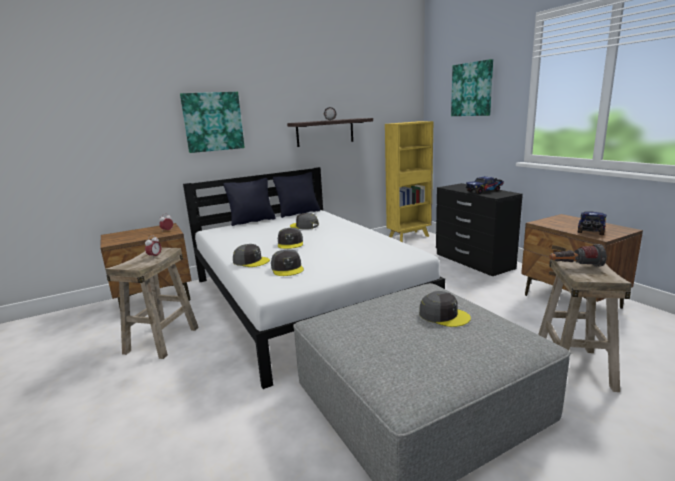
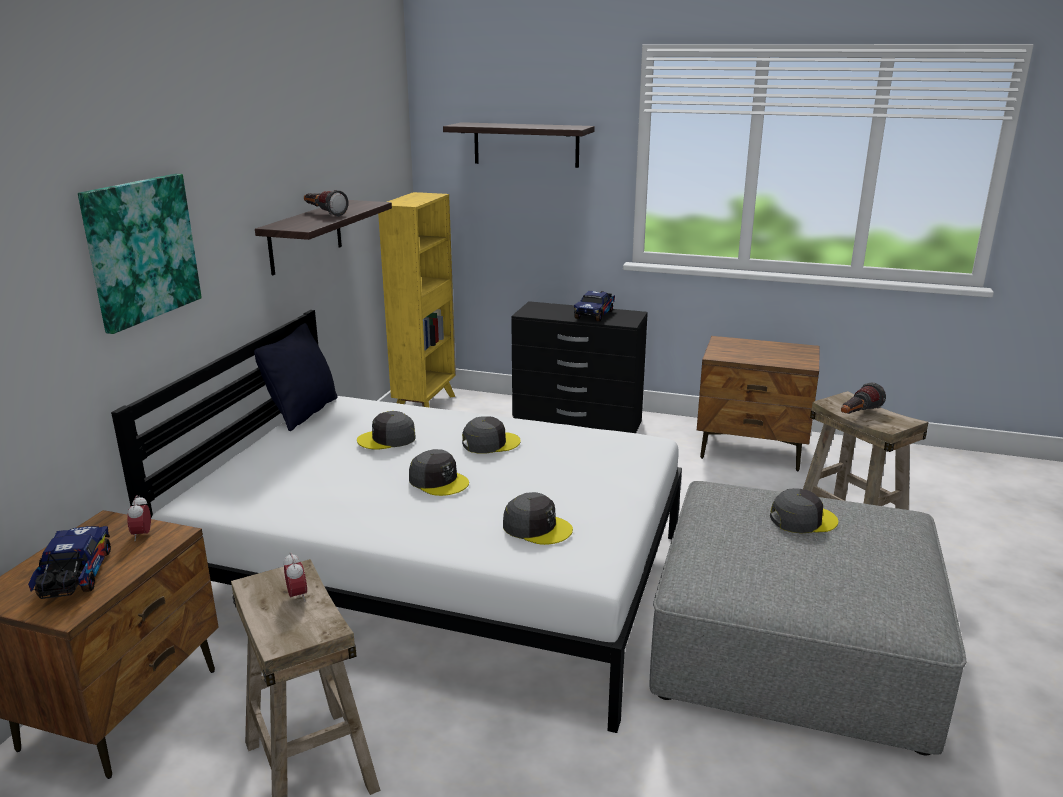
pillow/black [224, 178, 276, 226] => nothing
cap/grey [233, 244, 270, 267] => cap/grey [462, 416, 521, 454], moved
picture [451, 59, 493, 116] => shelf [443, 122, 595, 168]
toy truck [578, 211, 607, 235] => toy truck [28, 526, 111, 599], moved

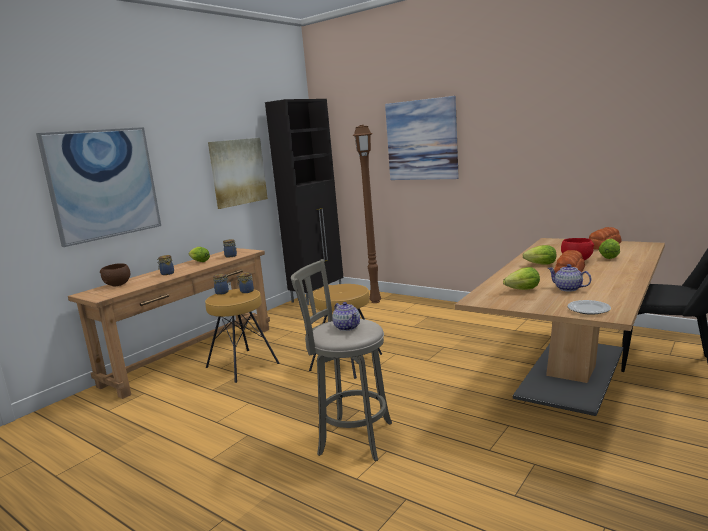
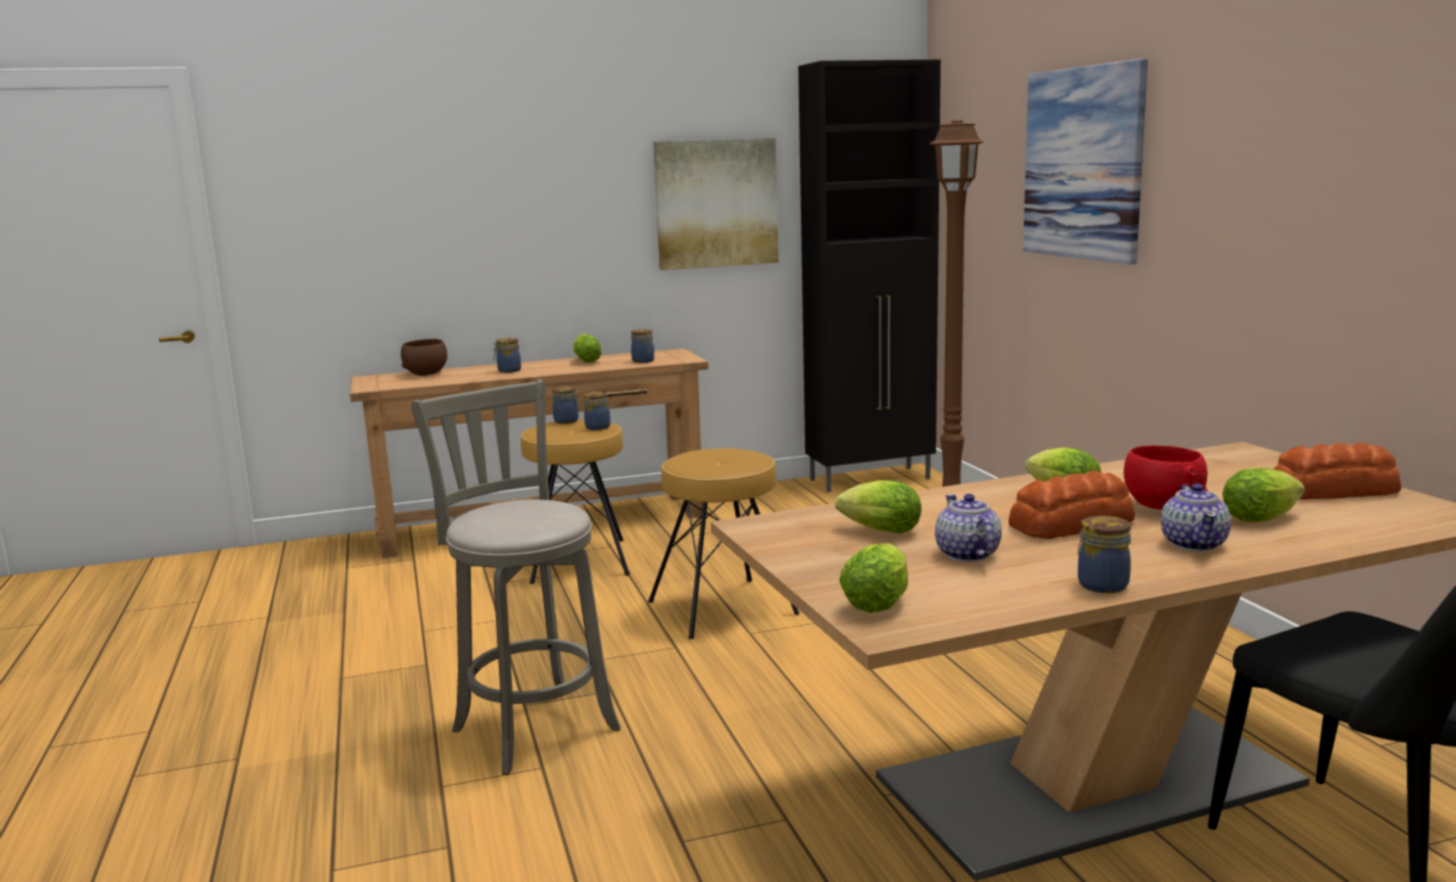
picture [36, 127, 161, 247] => nothing
teapot [332, 302, 360, 331] => teapot [1161, 484, 1231, 551], moved
plate [567, 300, 611, 315] => lettuce [839, 543, 908, 613]
nothing => jar [1078, 516, 1131, 593]

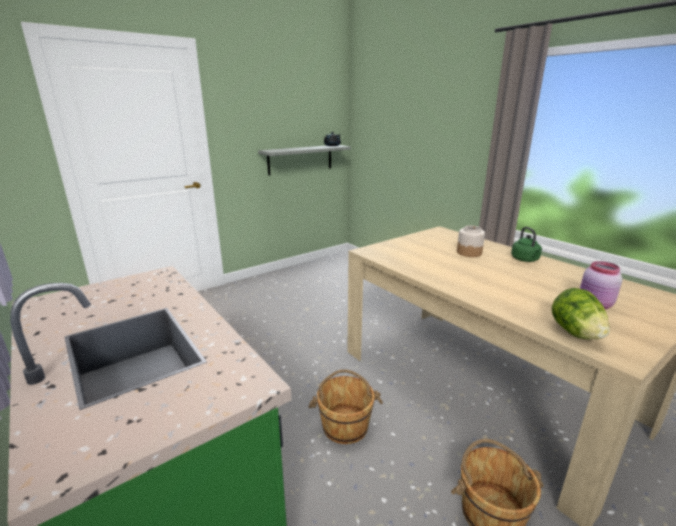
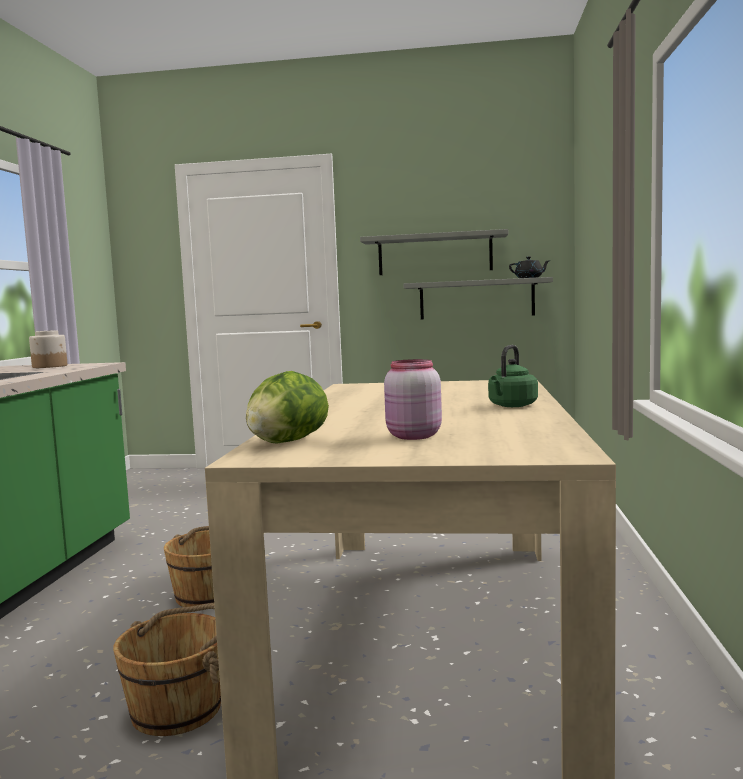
jar [457, 225, 485, 257] => jar [29, 330, 67, 368], moved
nothing => shelf/grey [360, 229, 508, 275]

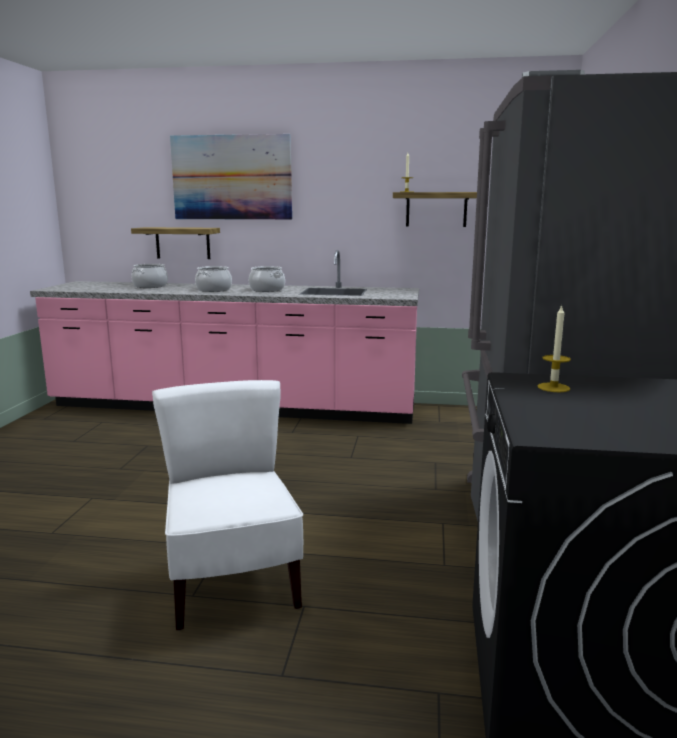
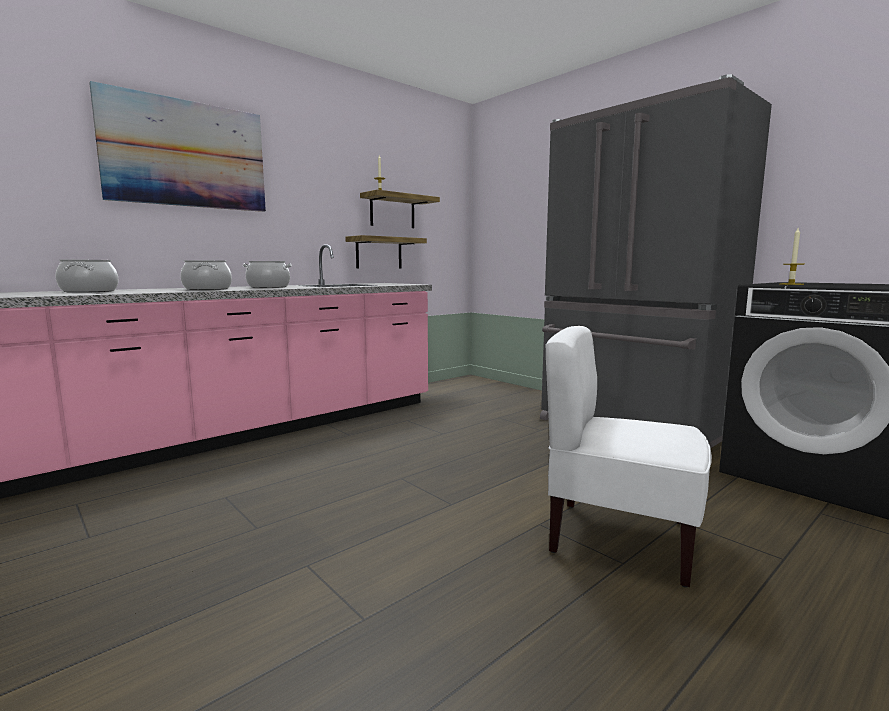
shelf [131, 227, 220, 259] => shelf [345, 235, 427, 268], moved

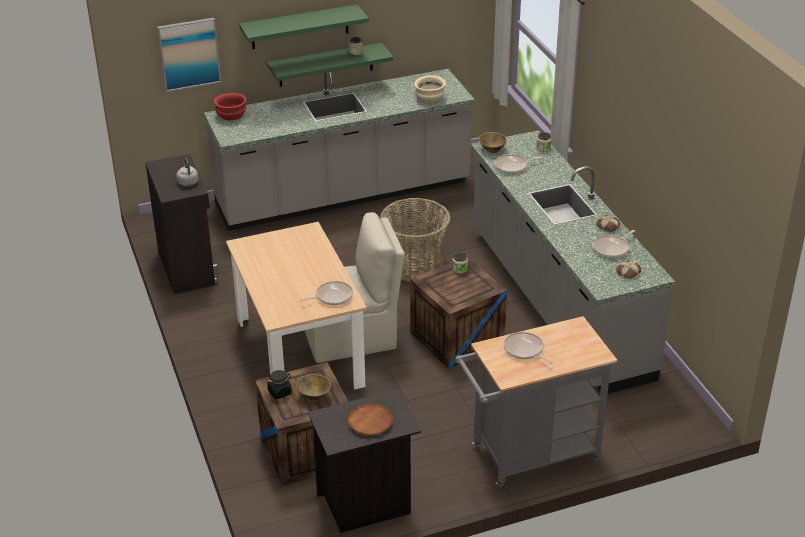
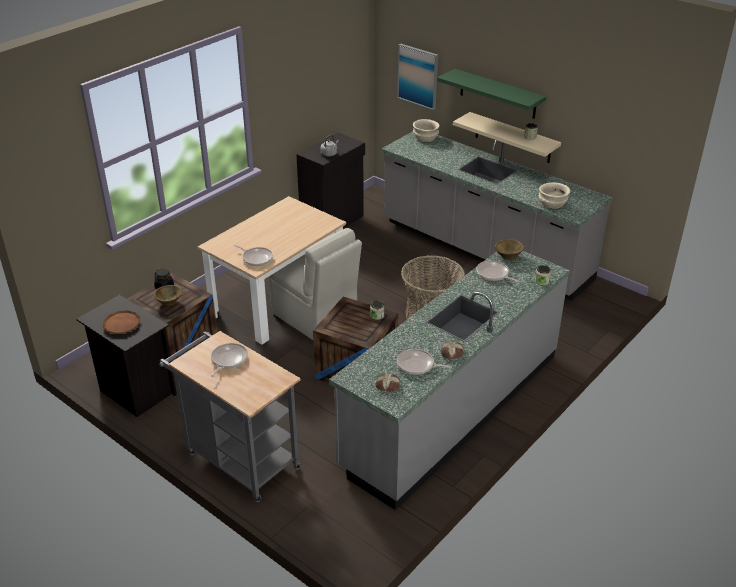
bowl/red [214, 93, 247, 120] => bowl/beige [413, 119, 440, 142]
shelf/green [267, 43, 393, 87] => shelf/beige [453, 112, 561, 163]

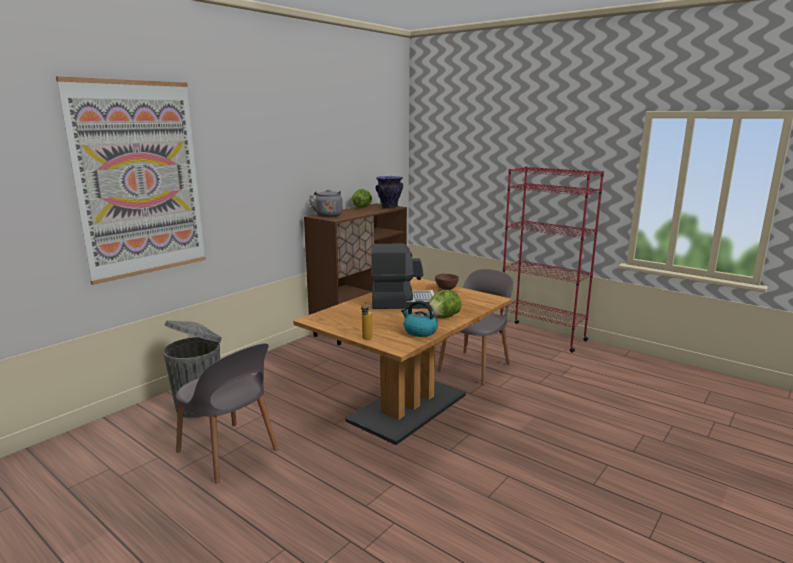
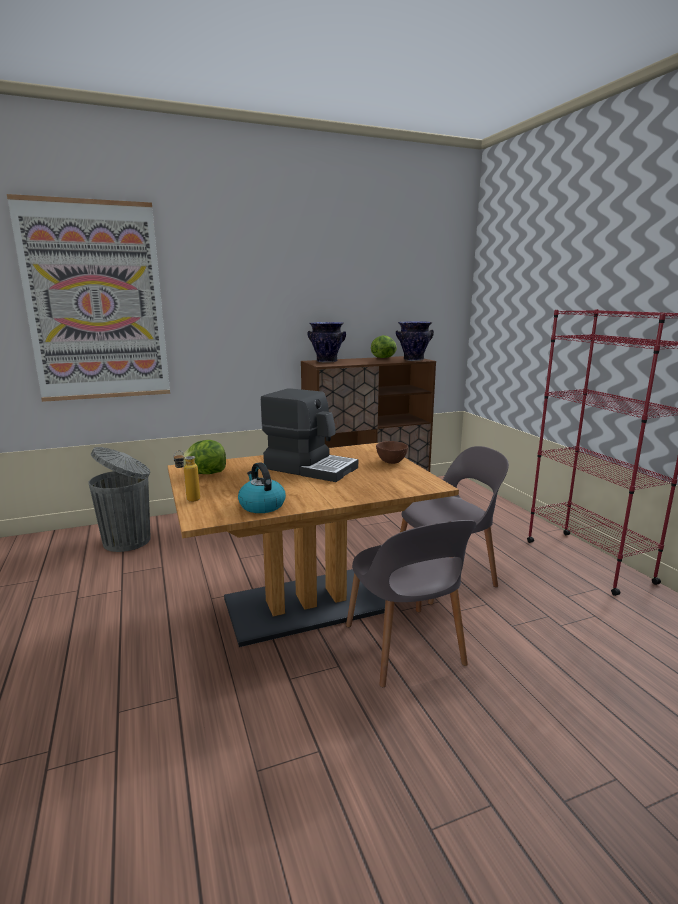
chair/grey [175, 343, 279, 483] => chair/grey [346, 520, 476, 687], moved
kettle/grey [309, 189, 343, 217] => vase [308, 322, 346, 363]
lettuce [428, 290, 462, 318] => lettuce [182, 440, 226, 474], moved

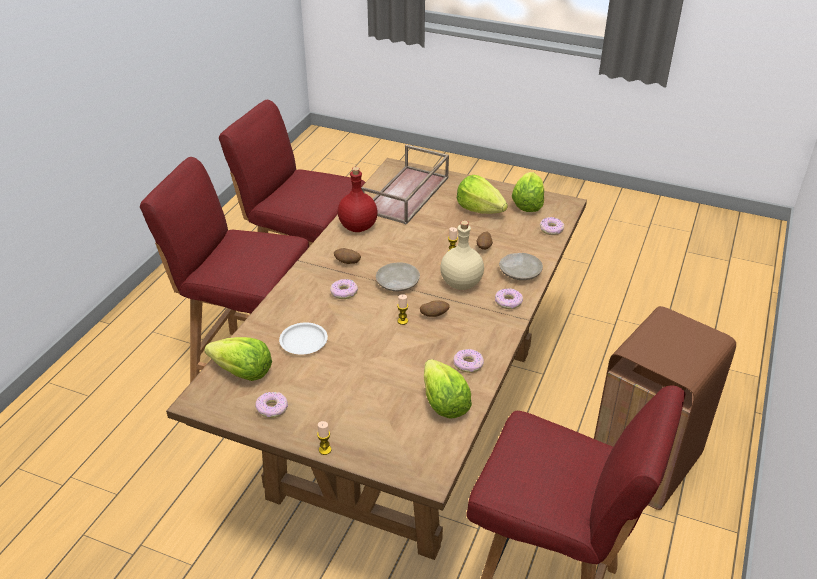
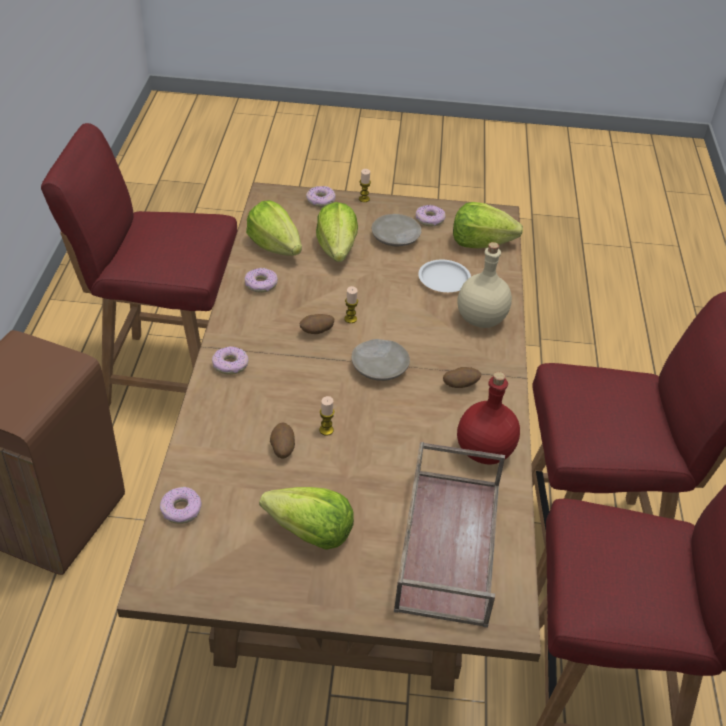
donut [330, 279, 358, 299] => donut [306, 186, 336, 207], moved
bottle/beige [440, 220, 484, 290] => bottle/beige [458, 242, 512, 328], moved
plate/beige [499, 253, 543, 280] => plate/beige [372, 214, 421, 247], moved
lettuce [512, 172, 544, 212] => lettuce [316, 202, 358, 262], moved

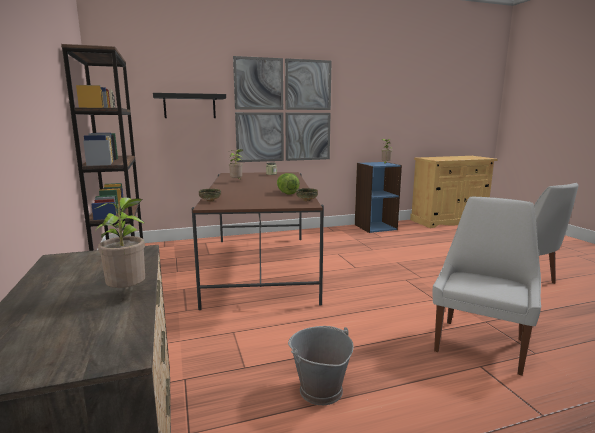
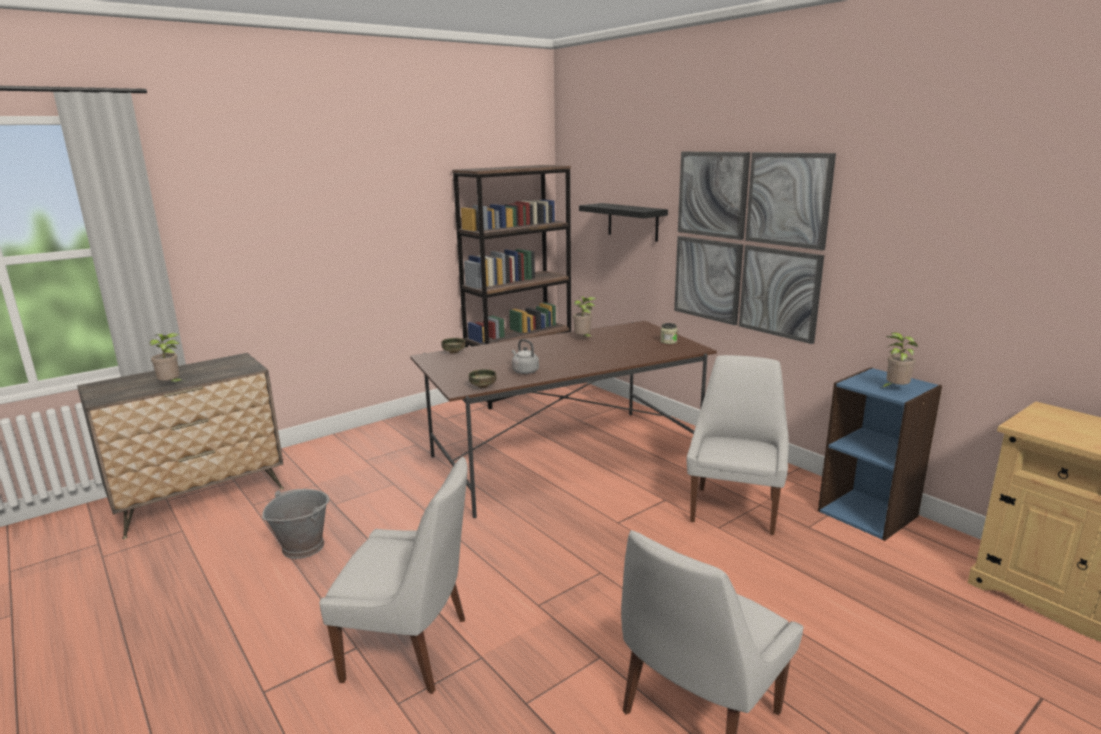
lettuce [277, 173, 300, 194] => kettle/grey [512, 339, 539, 374]
nothing => chair/white [687, 355, 789, 535]

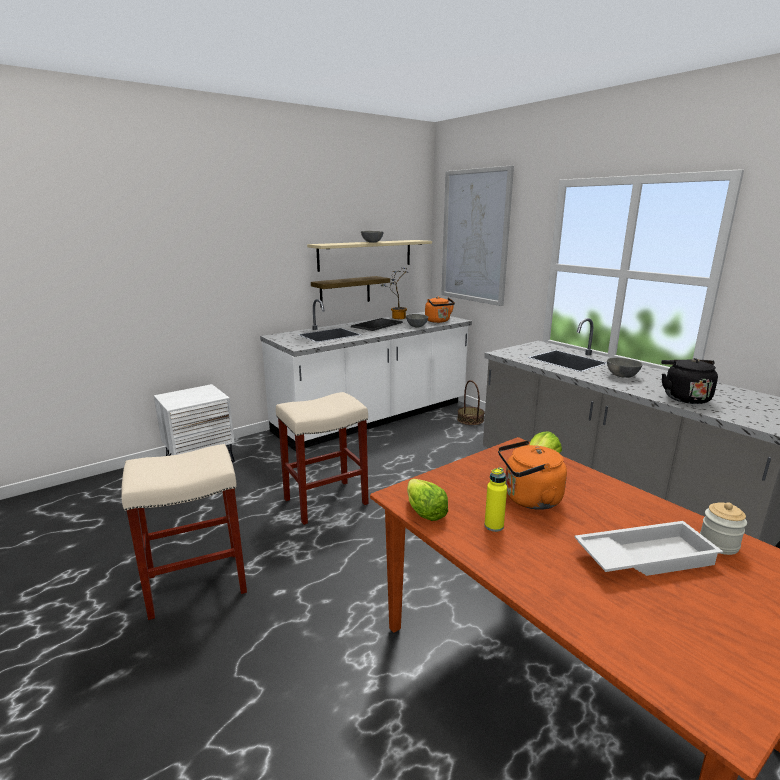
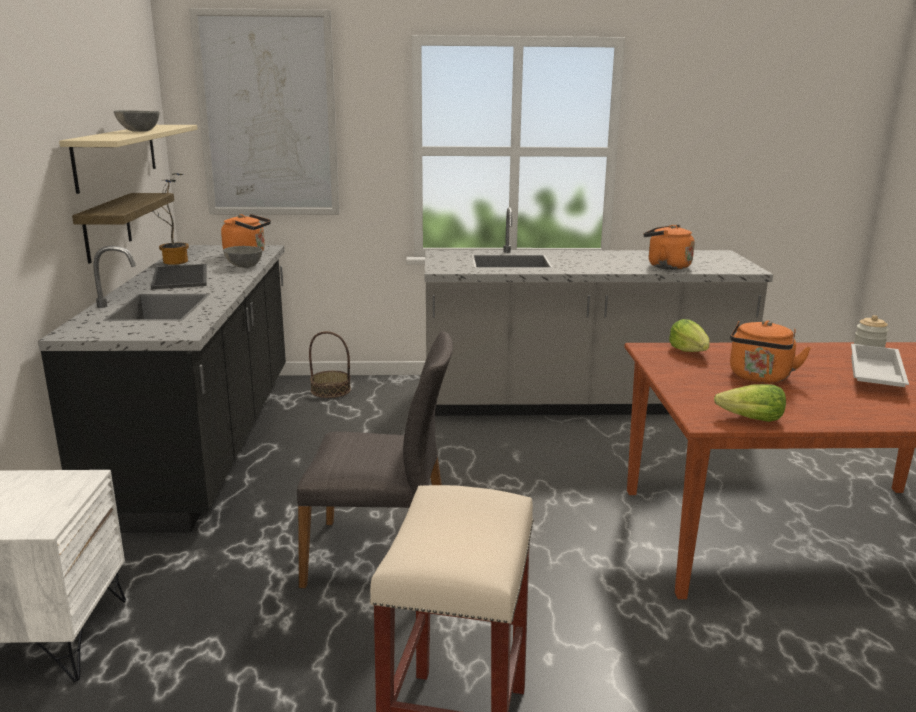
counter/white [260, 299, 472, 451] => counter/black [38, 245, 286, 533]
stool/beige [276, 392, 369, 525] => chair/grey [297, 331, 453, 588]
bottle/yellow [484, 468, 507, 532] => nothing
bowl/grey [607, 358, 643, 378] => nothing
kettle/black [661, 358, 718, 404] => kettle/orange [643, 225, 695, 270]

